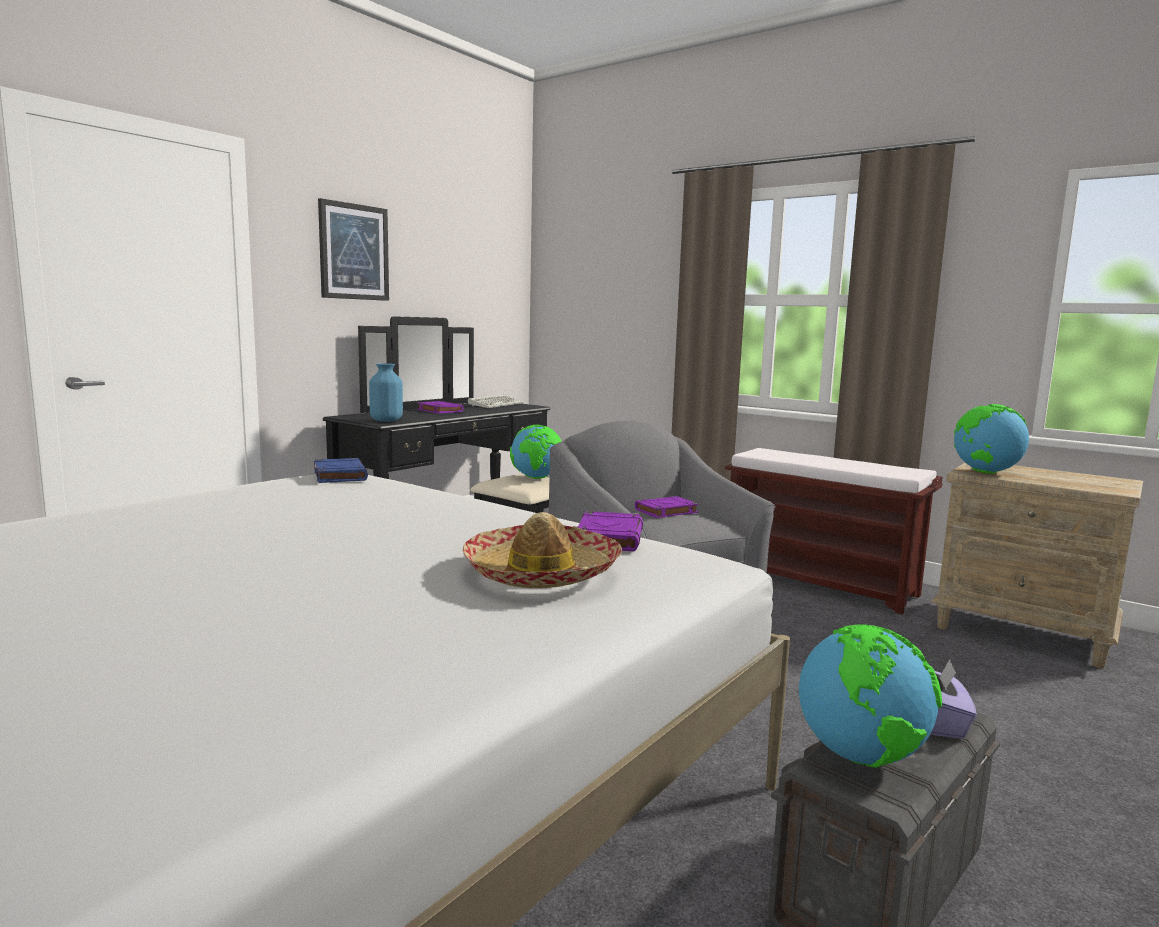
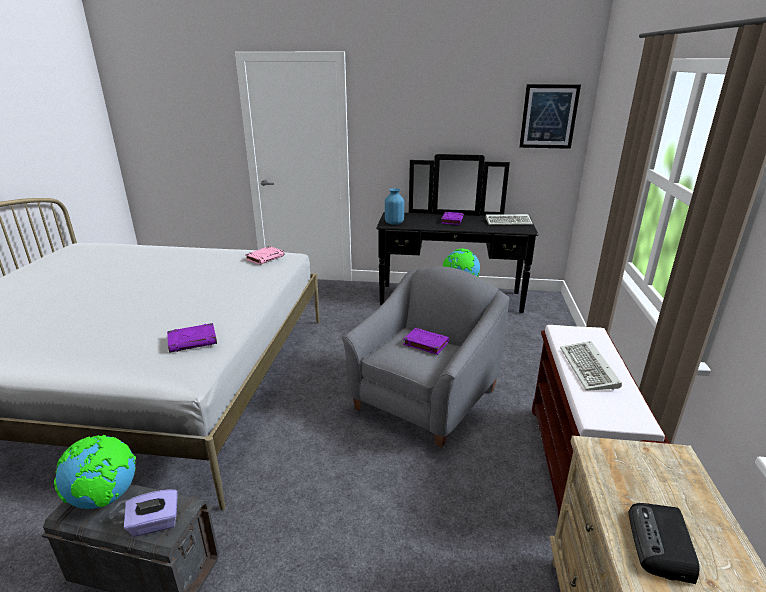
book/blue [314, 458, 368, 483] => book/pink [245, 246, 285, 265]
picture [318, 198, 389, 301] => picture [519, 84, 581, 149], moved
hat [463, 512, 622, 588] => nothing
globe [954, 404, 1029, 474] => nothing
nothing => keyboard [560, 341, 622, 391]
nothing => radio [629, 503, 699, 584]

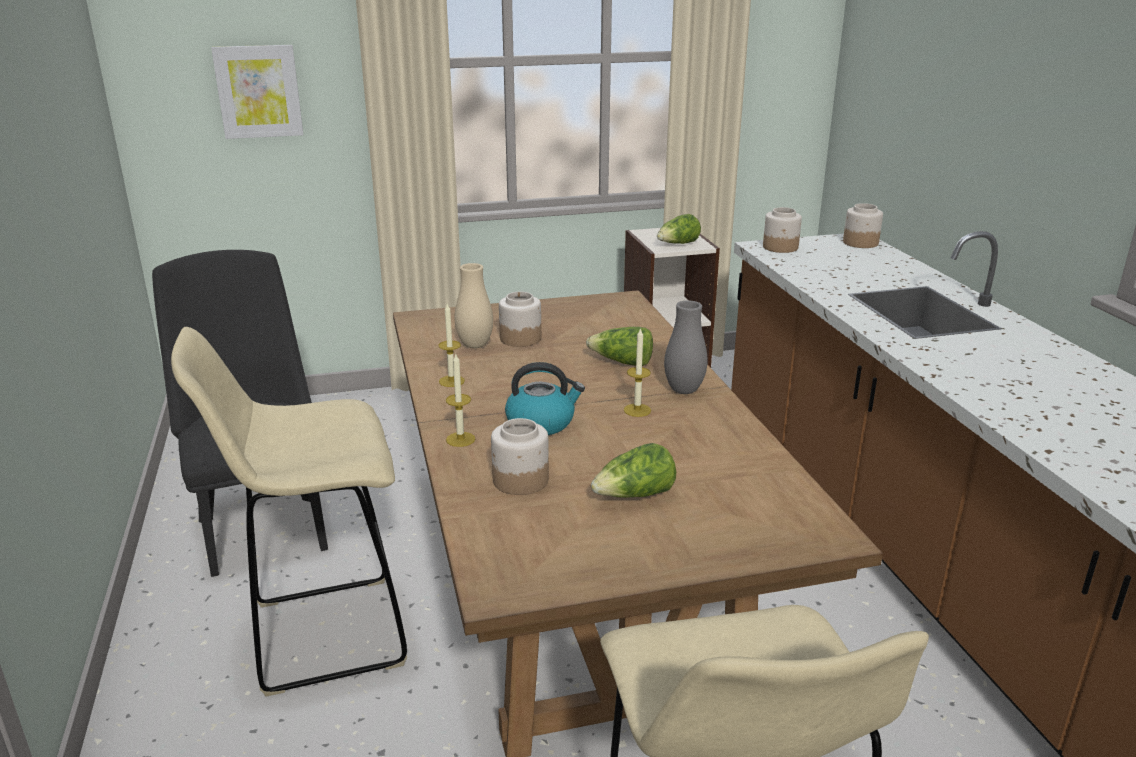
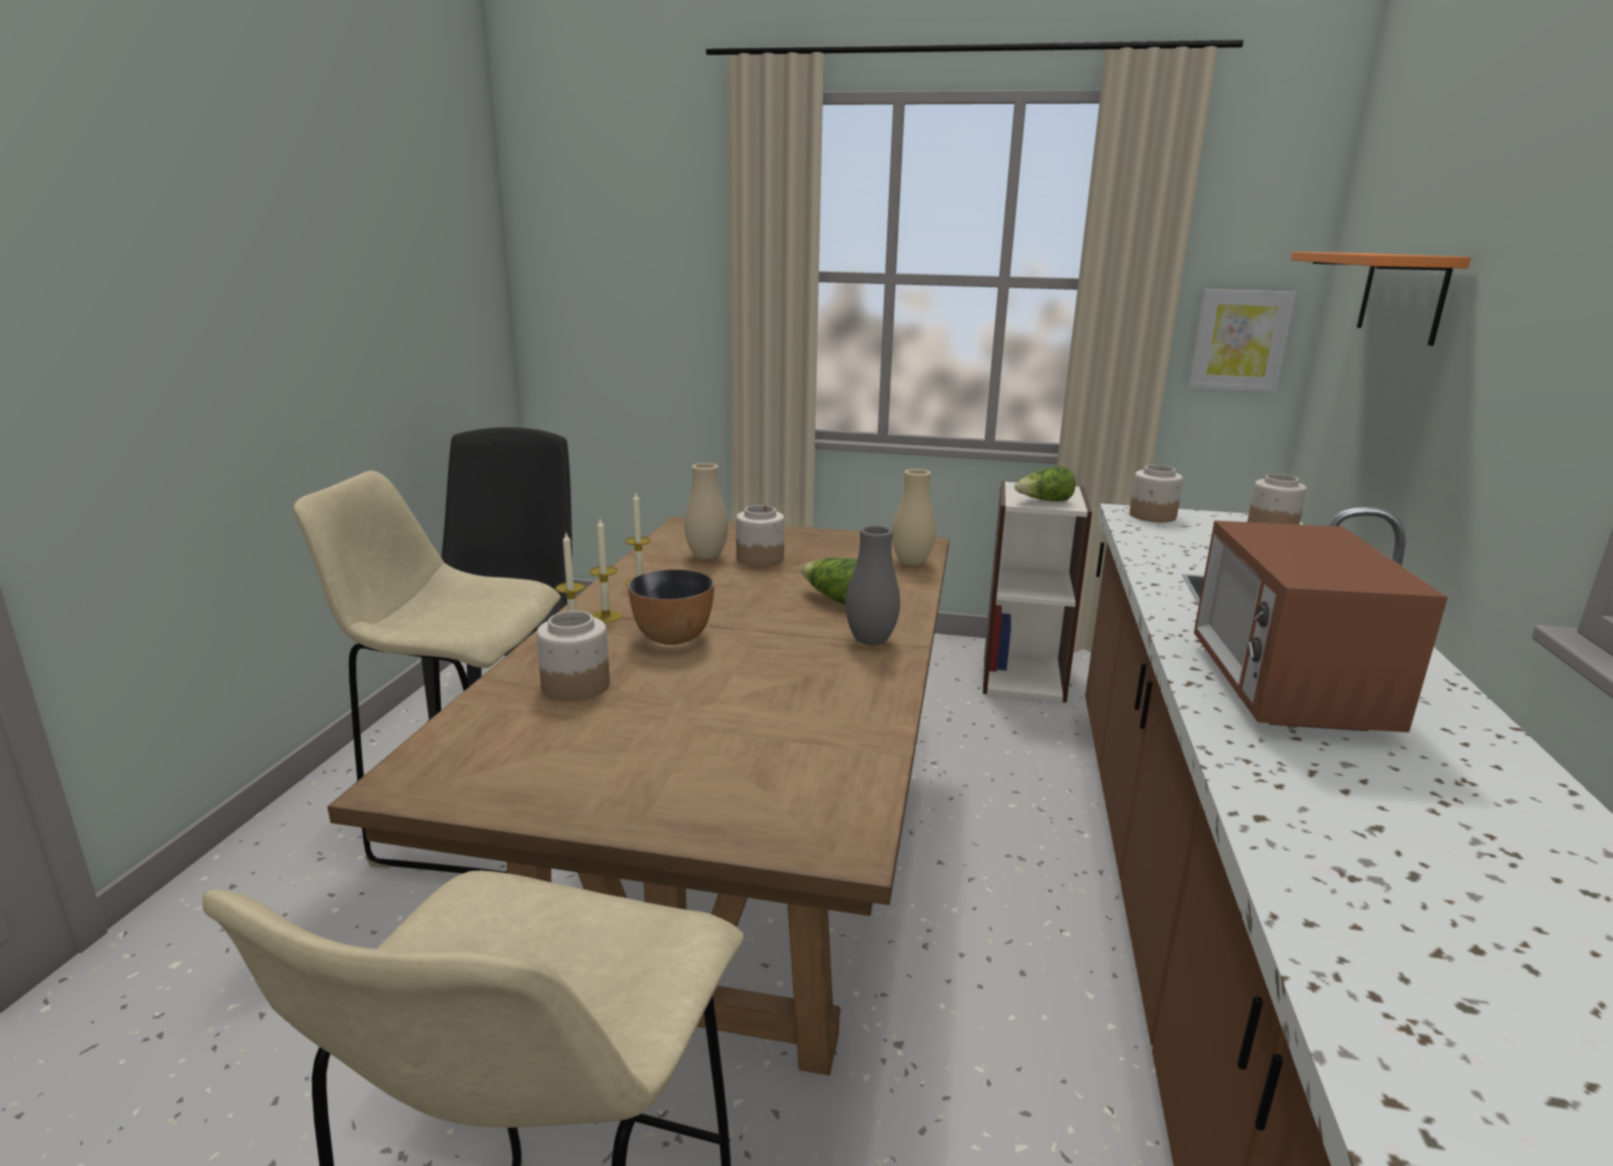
picture [211, 45, 303, 139] => picture [1188, 289, 1296, 392], moved
kettle [505, 362, 585, 435] => bowl [628, 569, 714, 645]
lettuce [591, 443, 676, 498] => nothing
candle [624, 328, 651, 417] => candle [589, 519, 622, 623], moved
nothing => vase/beige [892, 469, 936, 566]
nothing => microwave [1194, 521, 1448, 732]
nothing => shelf/orange [1291, 252, 1471, 346]

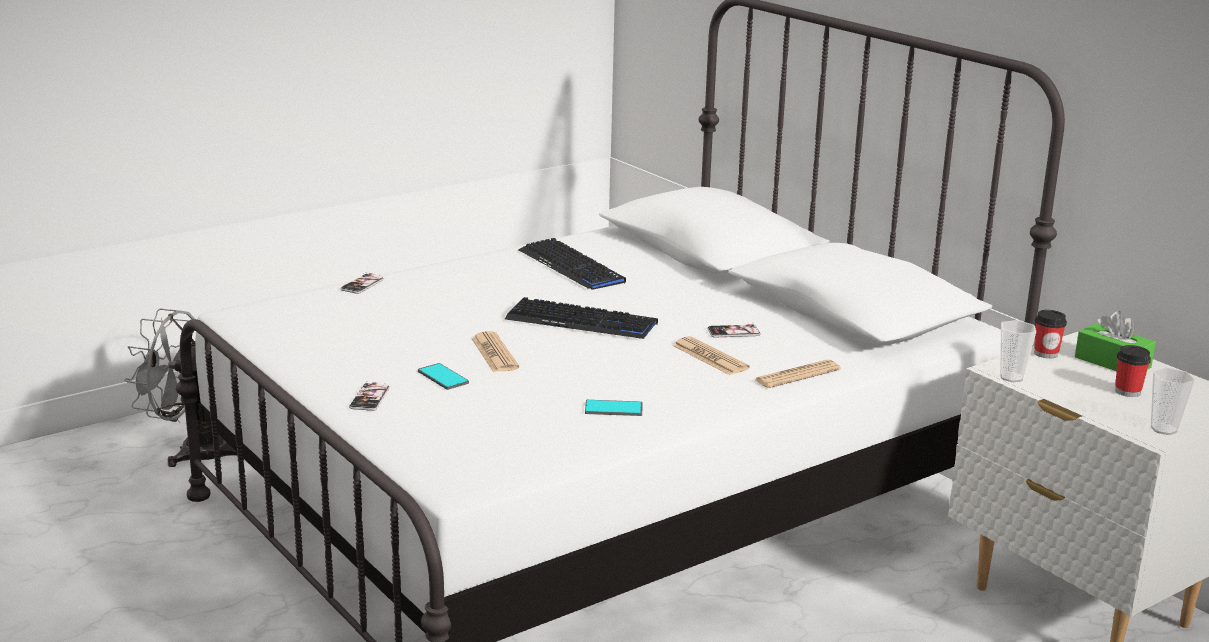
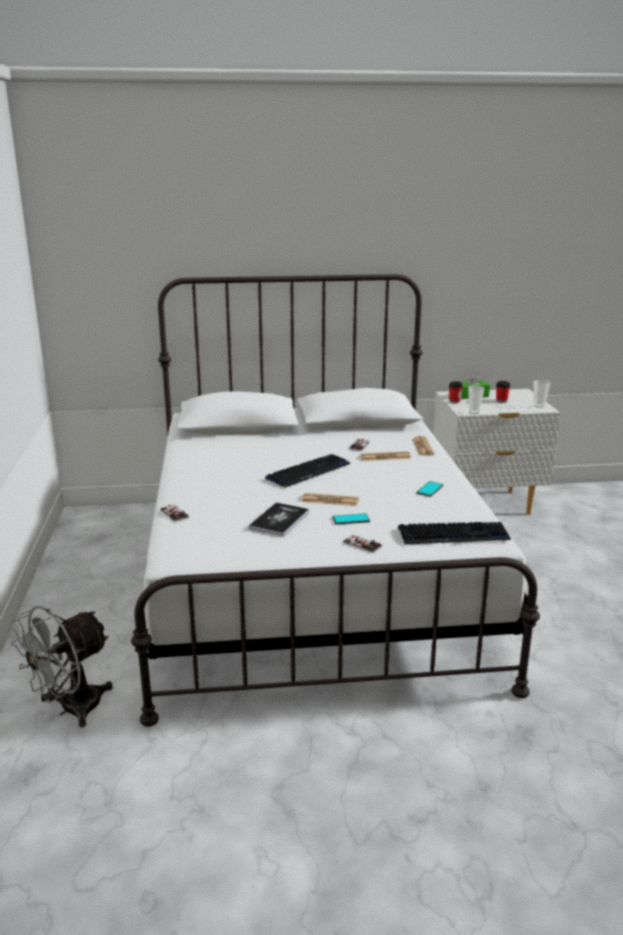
keyboard [519, 238, 626, 290] => keyboard [398, 522, 511, 545], moved
nothing => book [249, 502, 309, 537]

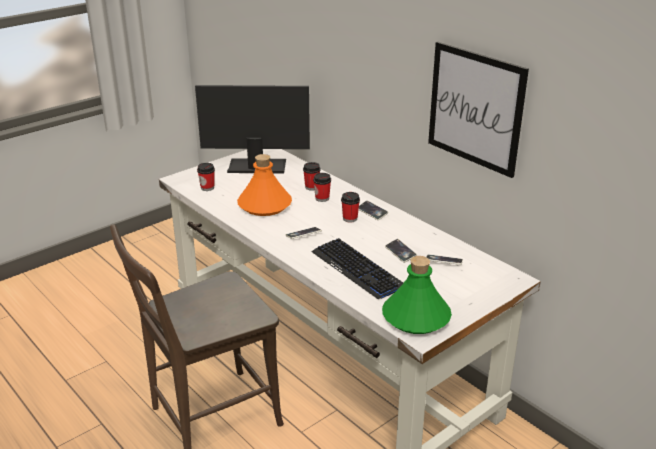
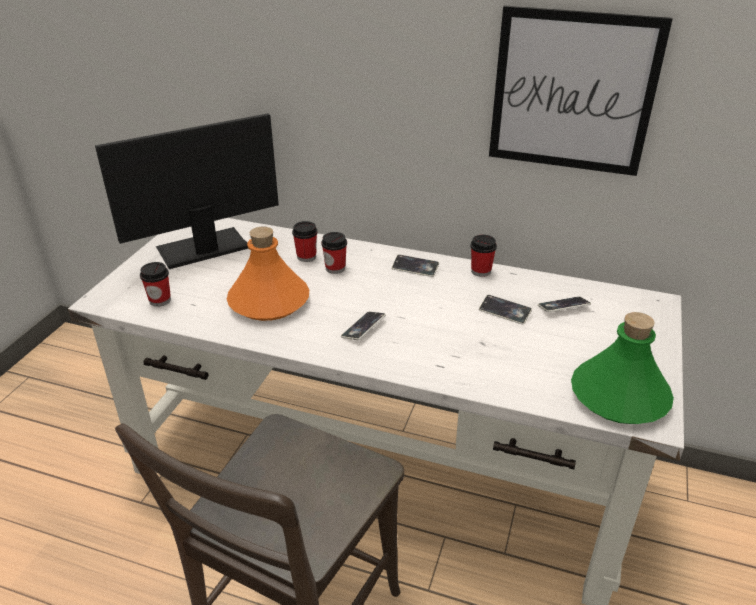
keyboard [312, 238, 403, 300] => nothing
cup [341, 192, 360, 223] => cup [470, 235, 497, 277], moved

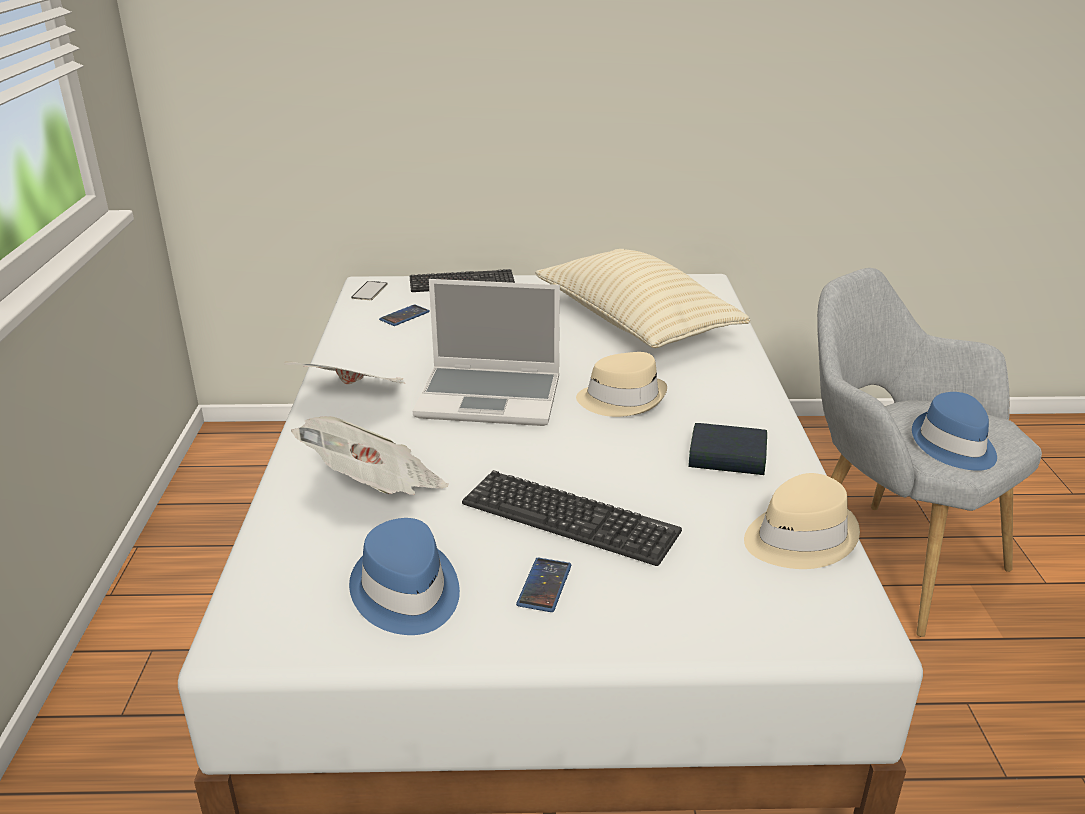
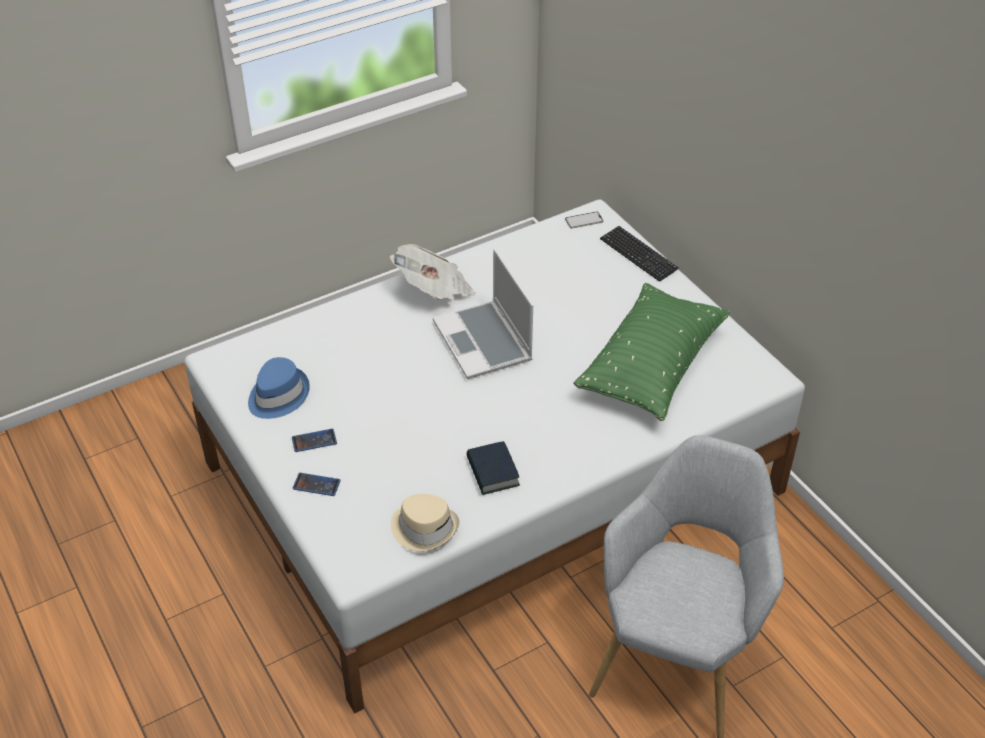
newspaper [291, 416, 448, 495] => nothing
phone [379, 304, 430, 326] => phone [293, 473, 341, 496], moved
keyboard [462, 470, 682, 566] => nothing
pillow/beige [535, 249, 750, 348] => pillow/green [573, 283, 730, 421]
hat/beige [576, 352, 667, 417] => nothing
hat/blue [912, 392, 997, 471] => nothing

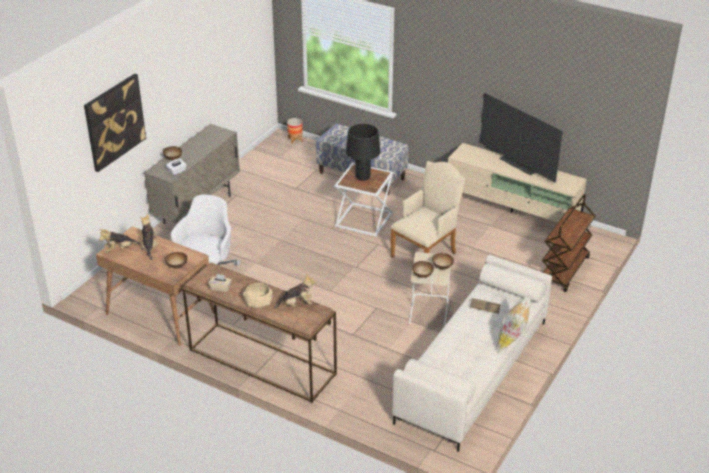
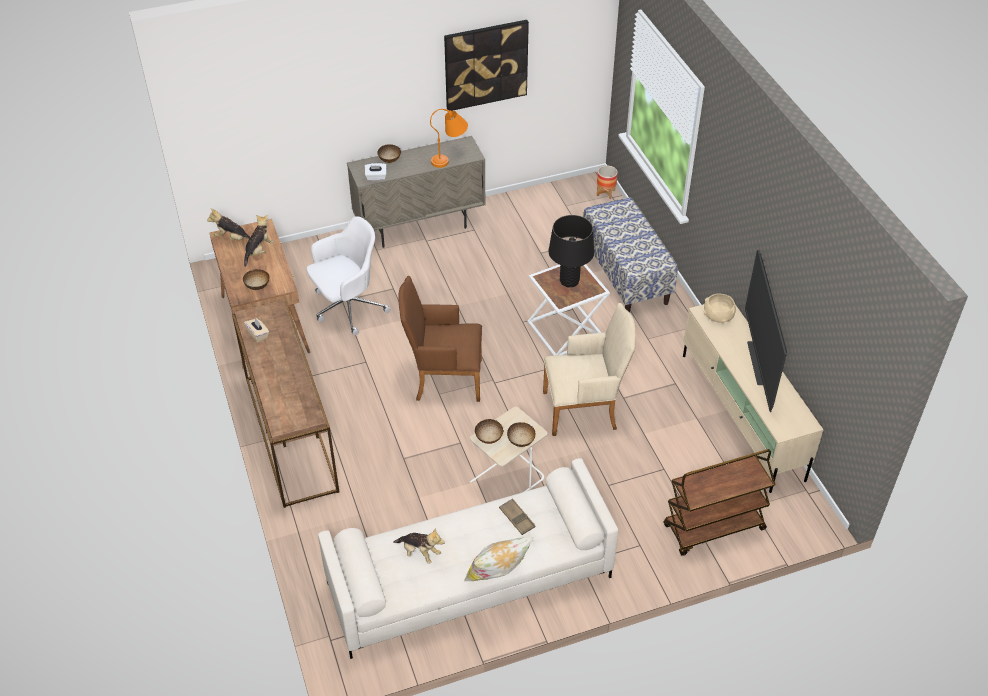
picture [84, 74, 146, 172] => picture [444, 20, 529, 111], moved
bowl/beige [243, 283, 273, 308] => bowl/beige [704, 293, 736, 323], moved
plush toy [274, 273, 316, 308] => plush toy [393, 528, 445, 564], moved
nothing => armchair/brown [398, 276, 482, 402]
nothing => table lamp/orange [430, 109, 468, 168]

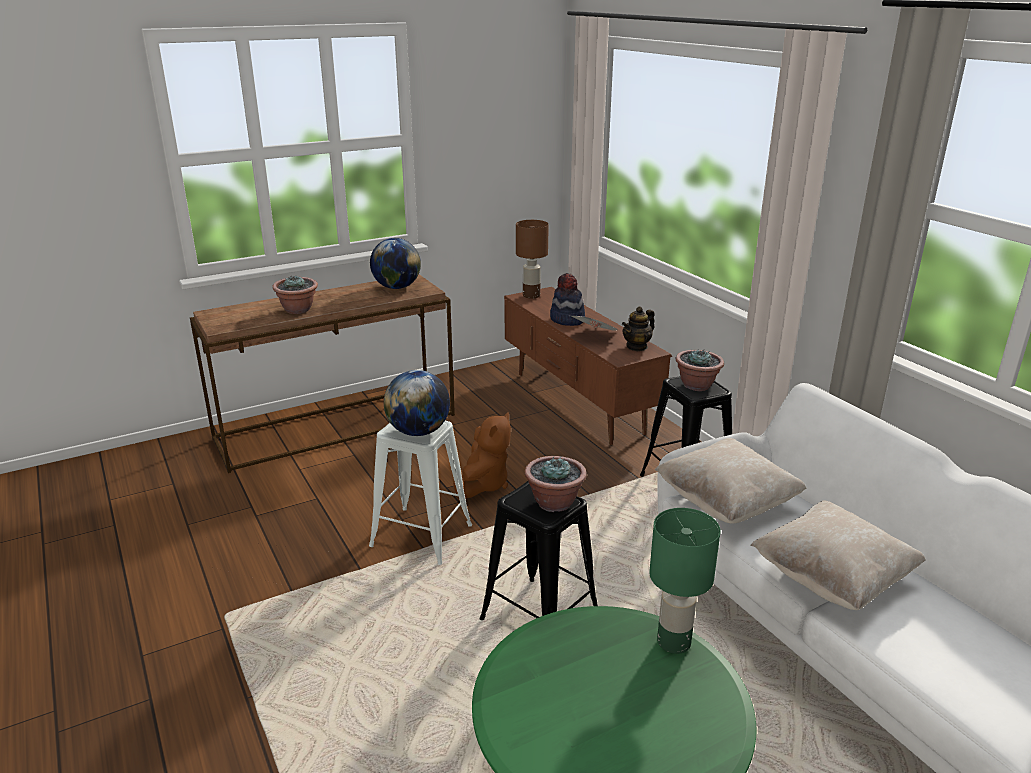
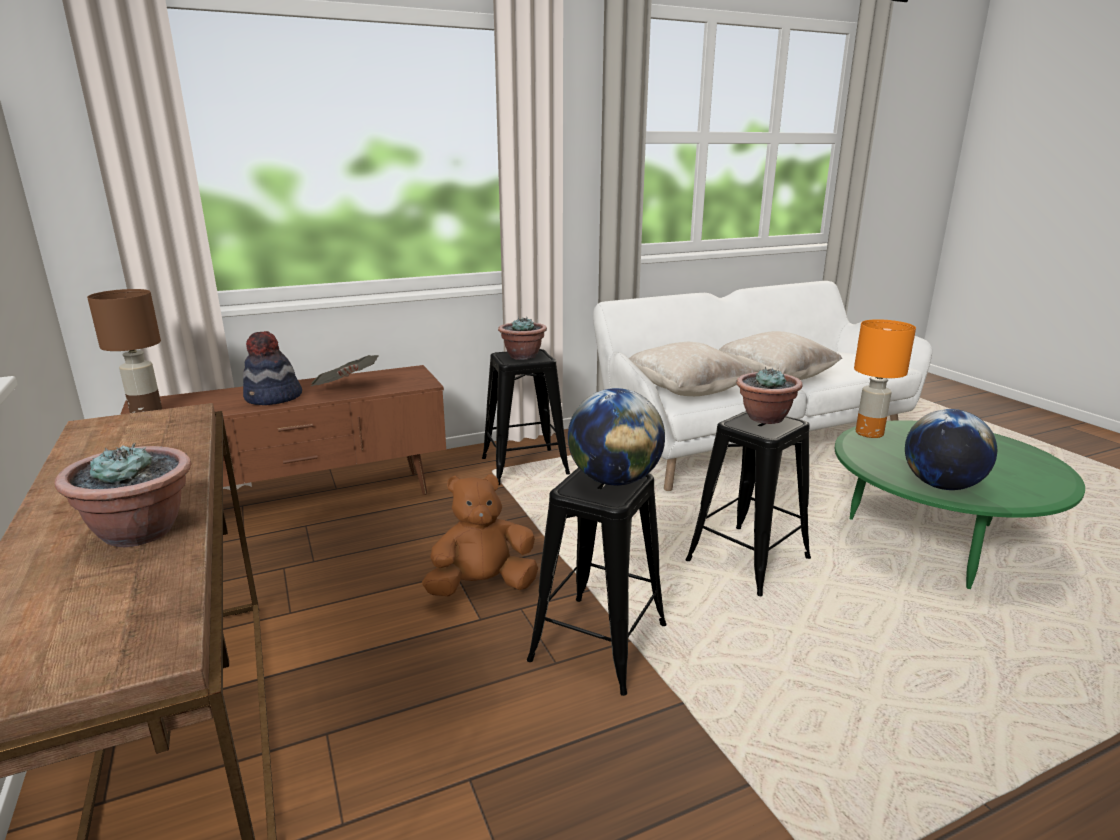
stool/white [369, 421, 472, 565] => stool/black [527, 467, 667, 696]
globe [370, 238, 421, 289] => globe [905, 409, 997, 490], moved
plush toy/brown [453, 412, 511, 498] => plush toy/brown [422, 474, 538, 596], 45 degrees counterclockwise
teapot [622, 306, 655, 351] => nothing
table lamp/green [649, 508, 721, 654] => table lamp/orange [854, 319, 916, 438]

